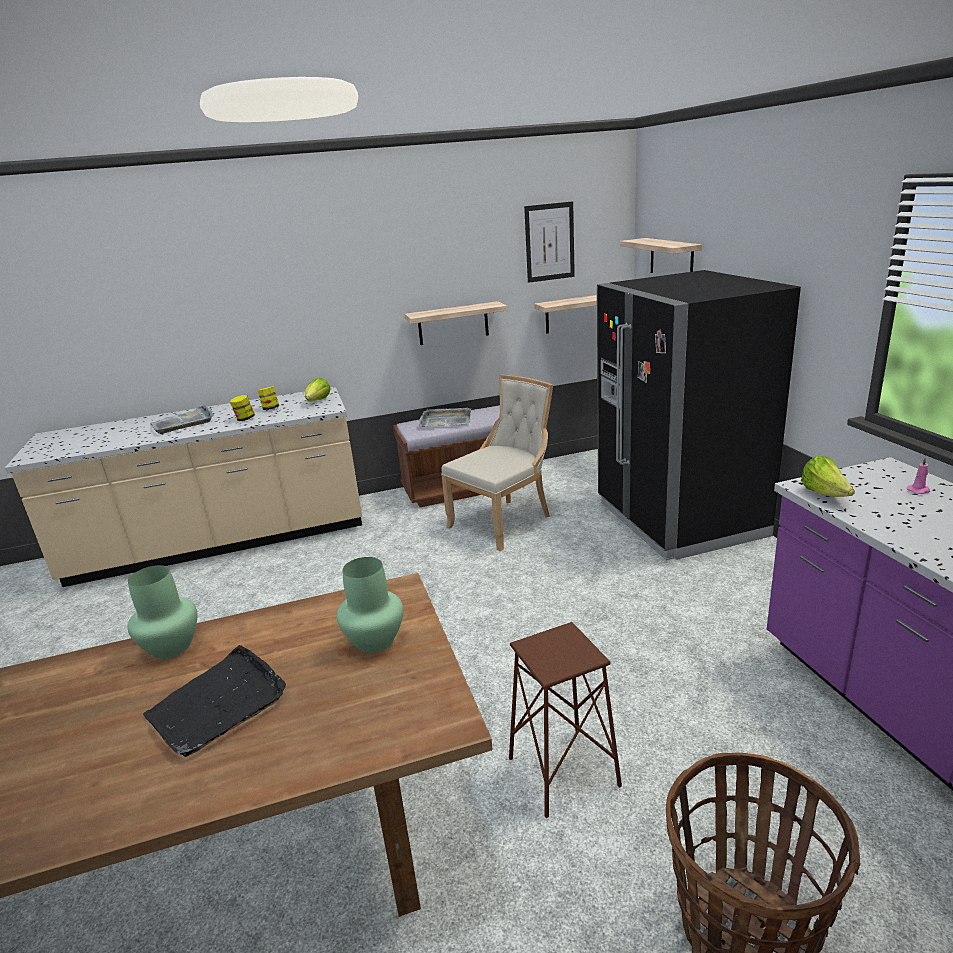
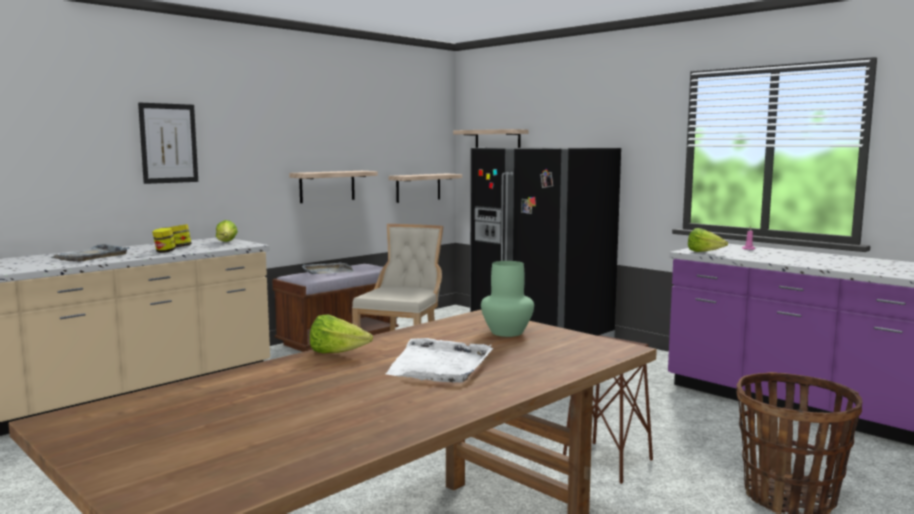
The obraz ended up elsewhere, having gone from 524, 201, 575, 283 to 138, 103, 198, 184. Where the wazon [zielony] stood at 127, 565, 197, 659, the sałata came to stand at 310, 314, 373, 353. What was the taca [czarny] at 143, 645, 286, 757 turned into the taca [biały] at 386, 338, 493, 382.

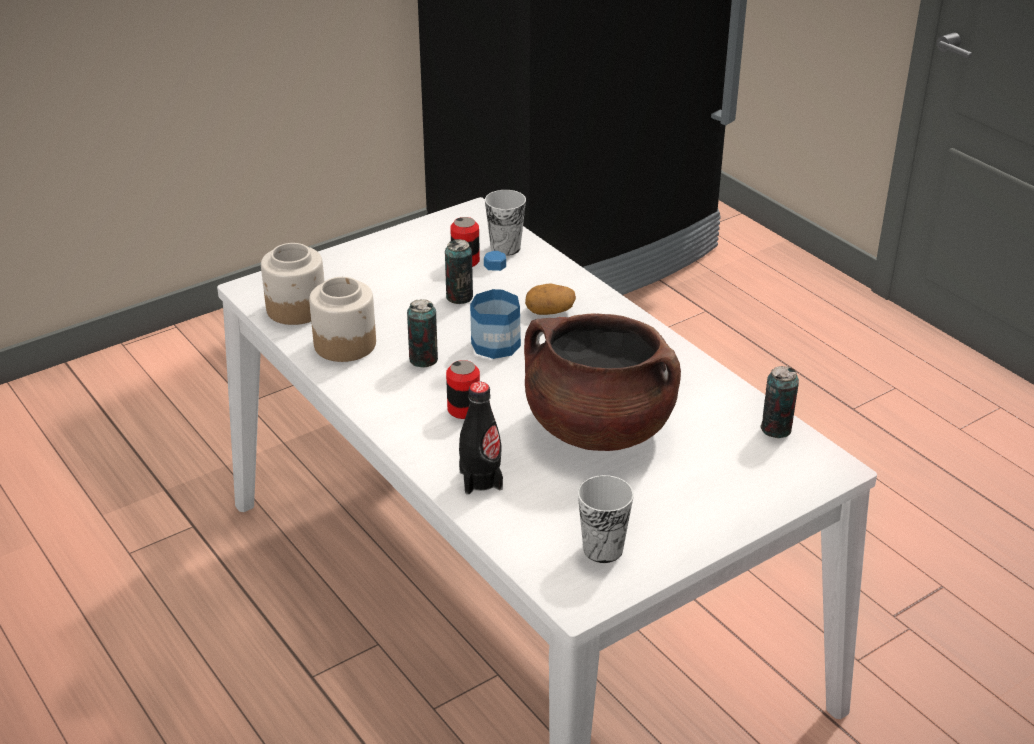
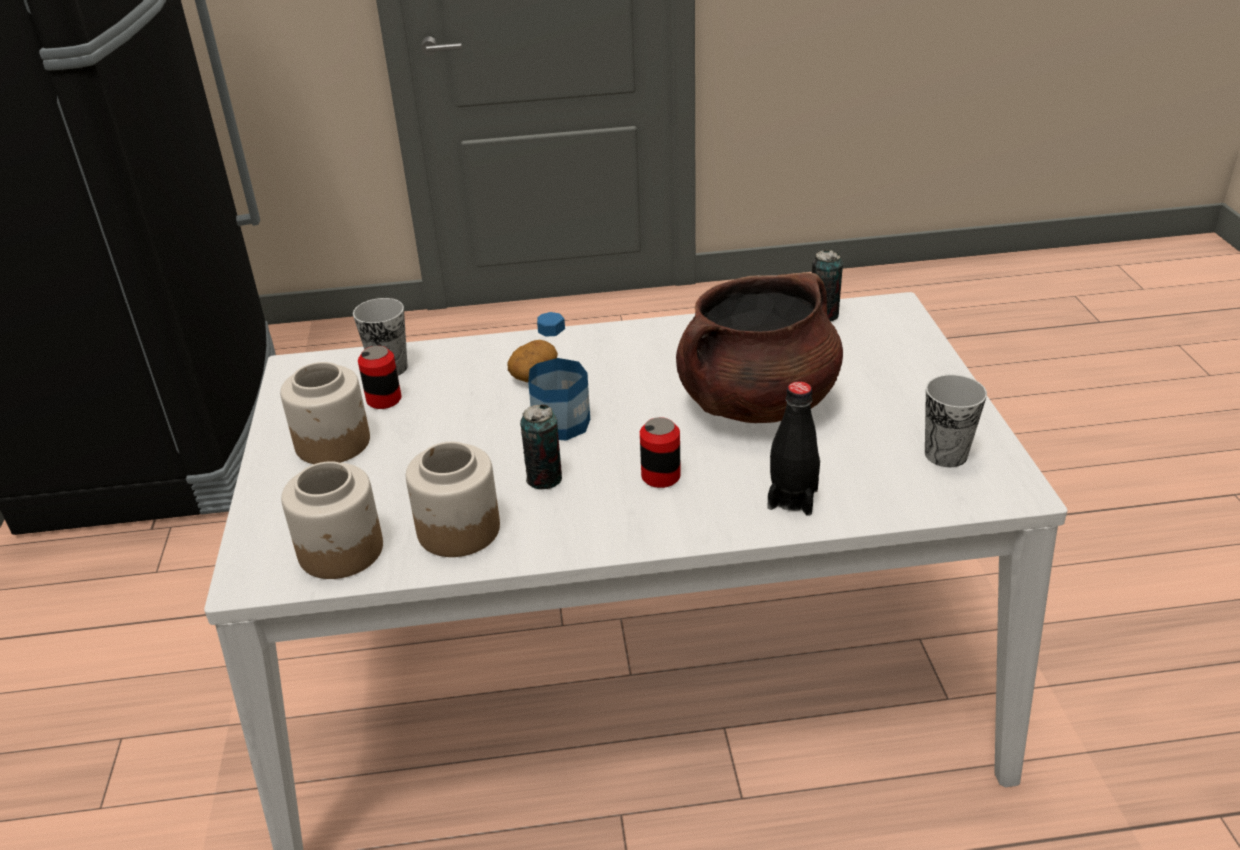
The second view lost the puszka at 445, 239, 473, 304. The second view gained the słoik at 280, 362, 370, 464.

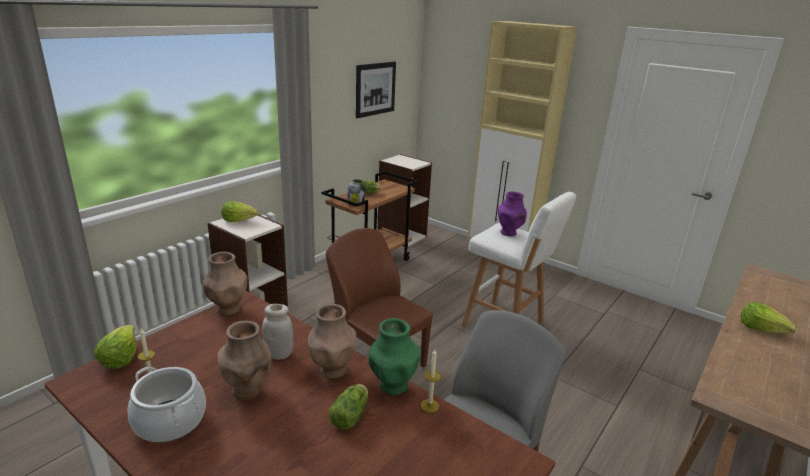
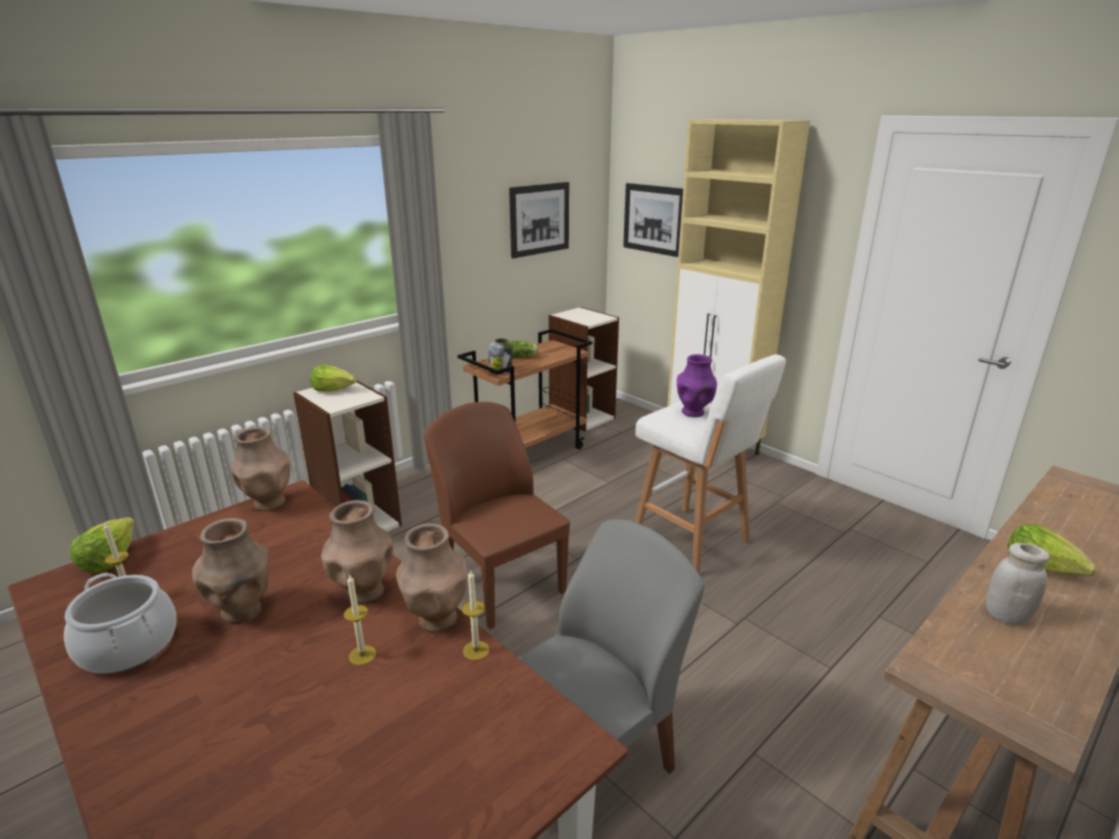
The słoik [biały] ended up elsewhere, having gone from 262, 304, 294, 360 to 986, 543, 1050, 625. What was the wazon [zielony] at 369, 318, 420, 395 turned into the wazon [brązowy] at 396, 523, 467, 632. Where the sałata stood at 329, 384, 368, 430, the świeca came to stand at 343, 574, 376, 665. The second view gained the obraz at 623, 183, 683, 257.

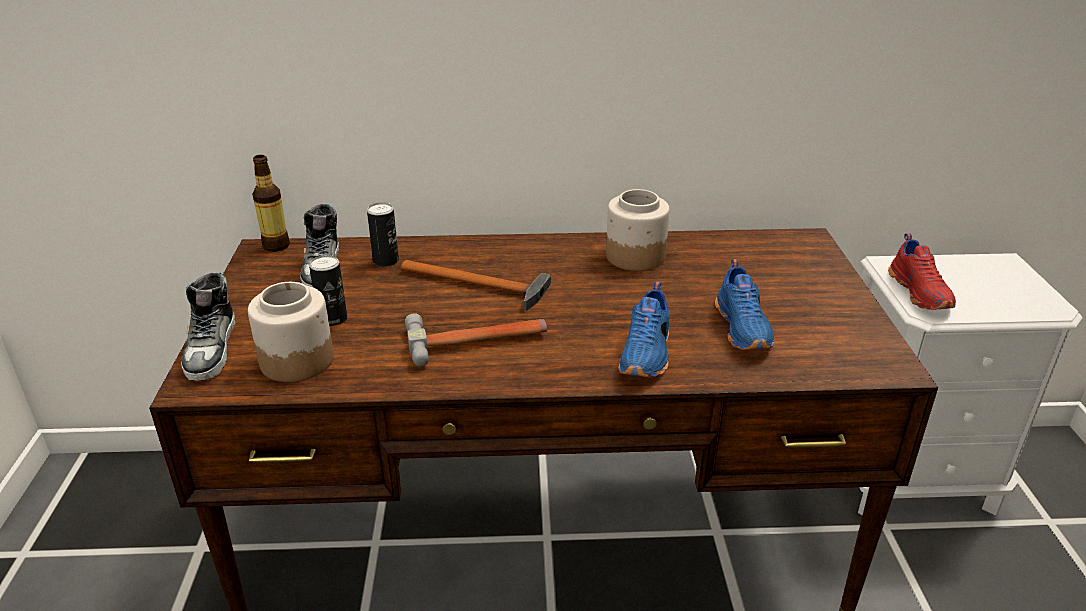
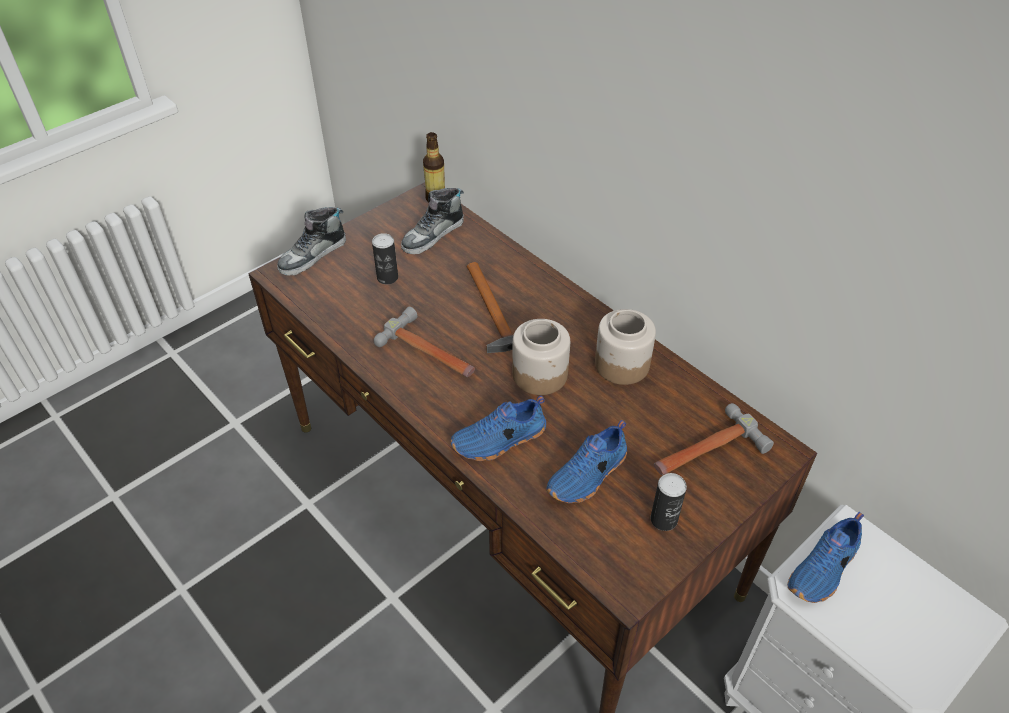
The puszka ended up elsewhere, having gone from 367, 202, 399, 267 to 651, 473, 687, 531. What was the but [czerwony] at 888, 233, 956, 310 turned into the but [niebieski] at 787, 512, 864, 603. The słoik ended up elsewhere, having gone from 248, 282, 334, 382 to 512, 319, 570, 395. The second view gained the młotek at 654, 403, 774, 475.

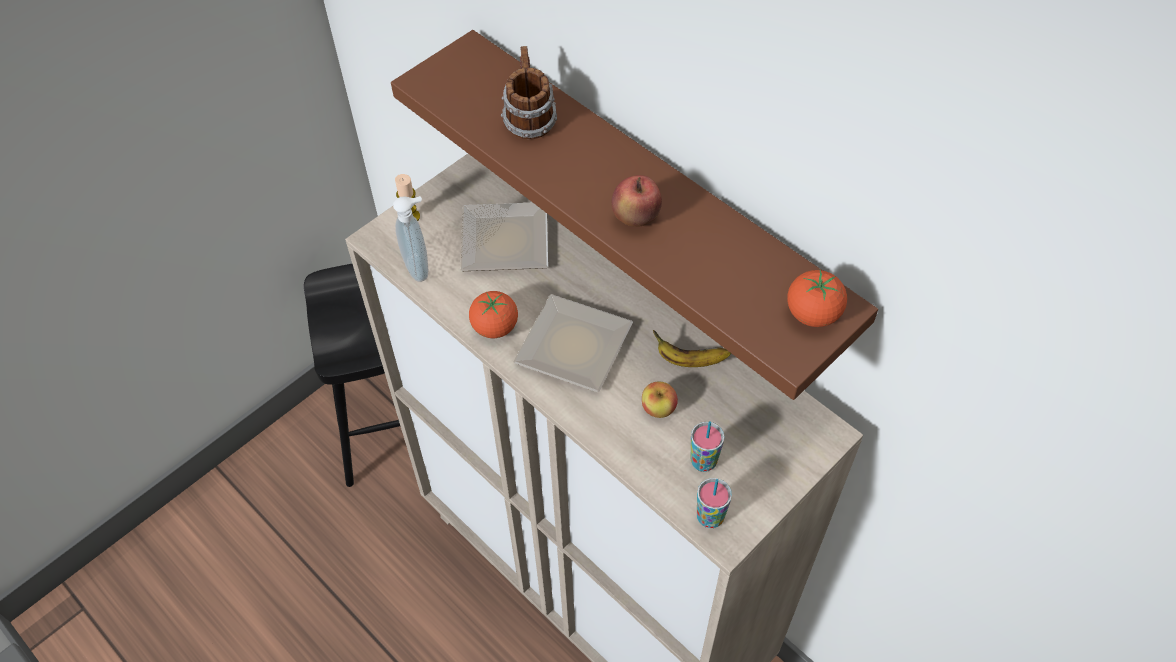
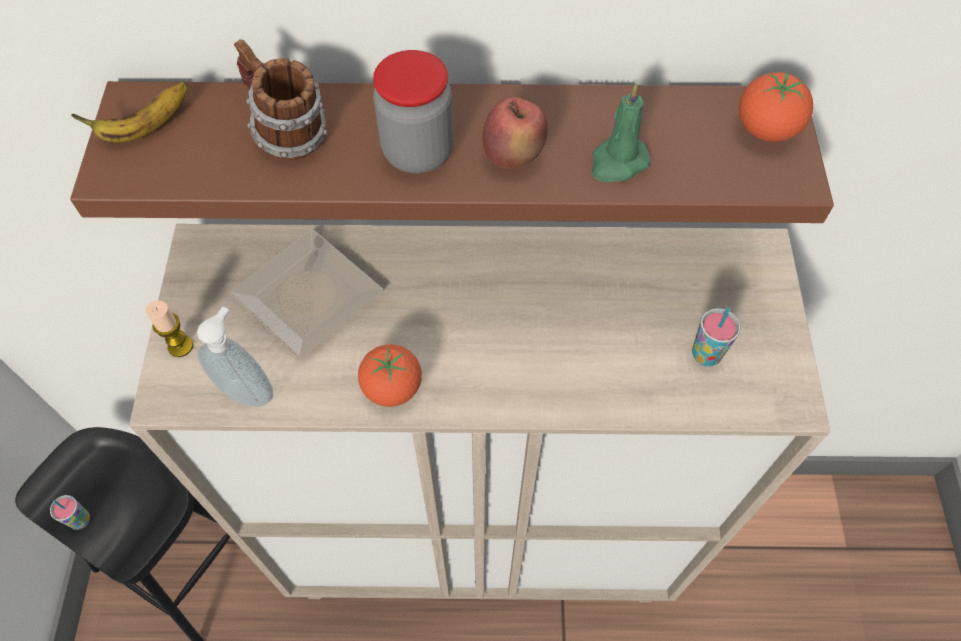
The second view lost the talerz at 513, 294, 633, 392. The banan ended up elsewhere, having gone from 653, 330, 731, 367 to 71, 81, 187, 143. The second view lost the jabłko at 642, 382, 678, 418. The filiżanka ended up elsewhere, having gone from 697, 478, 732, 528 to 50, 495, 90, 530. The second view gained the słoik at 373, 50, 453, 173. The second view gained the świeca [zielony] at 591, 83, 651, 182.

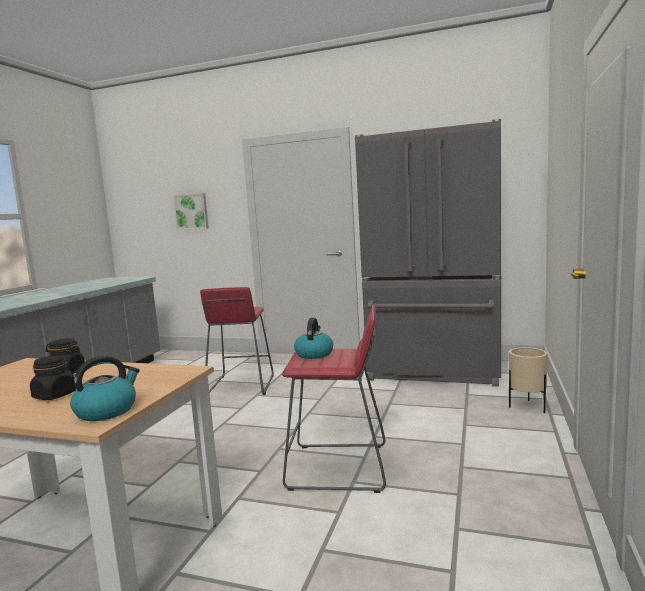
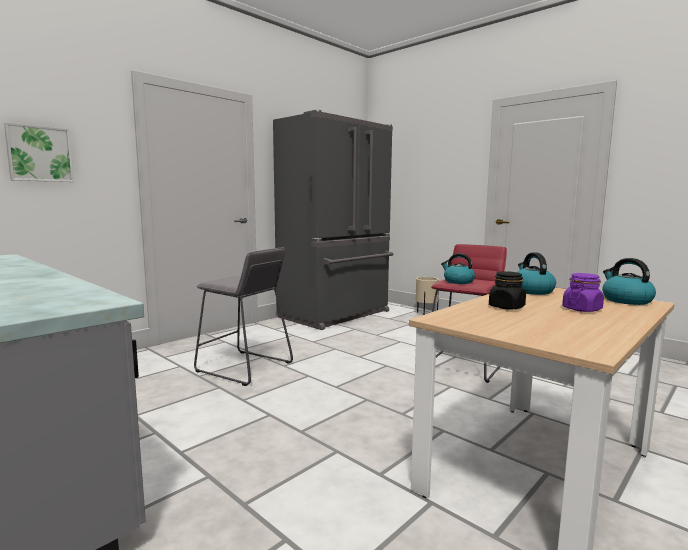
What was the stołek [czerwony] at 200, 287, 274, 395 turned into the stołek [szary] at 194, 248, 293, 386. What was the słoik [czarny] at 30, 355, 76, 400 turned into the słoik [fioletowy] at 562, 273, 604, 312. The second view gained the czajnik at 517, 252, 556, 295.

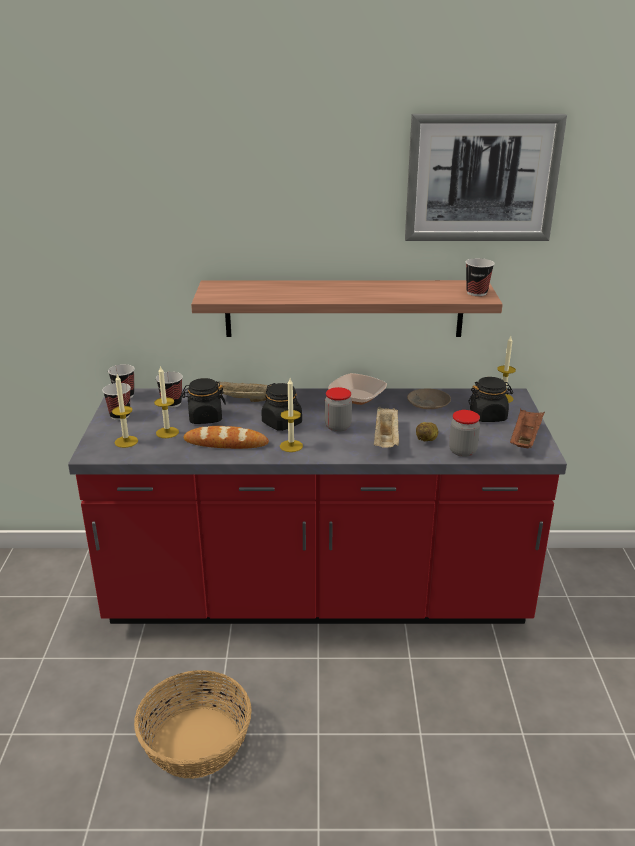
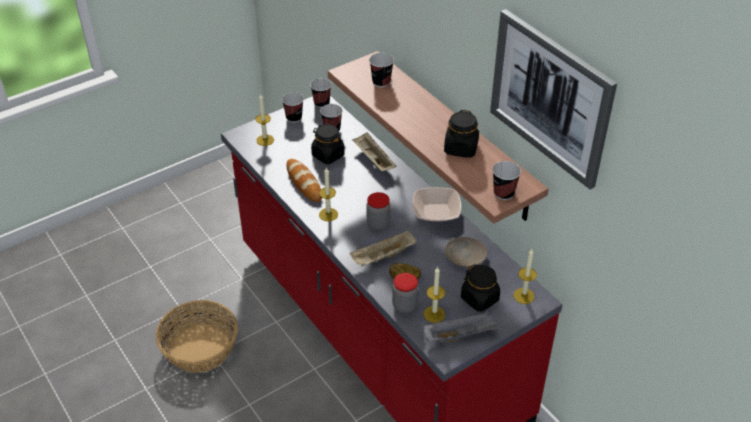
The świeca ended up elsewhere, having gone from 154, 365, 179, 438 to 424, 267, 445, 323. The słoik [czarny] ended up elsewhere, having gone from 261, 383, 302, 431 to 444, 110, 479, 158. What was the taca [brązowy] at 510, 409, 545, 448 turned into the taca [szary] at 423, 311, 499, 342. The second view gained the filiżanka at 369, 53, 394, 87.

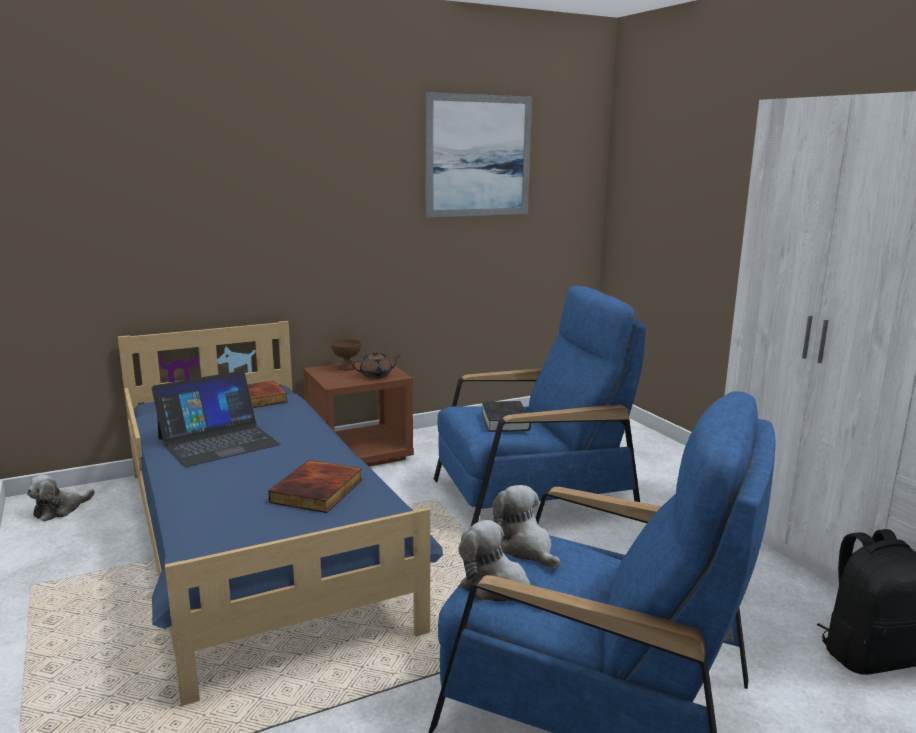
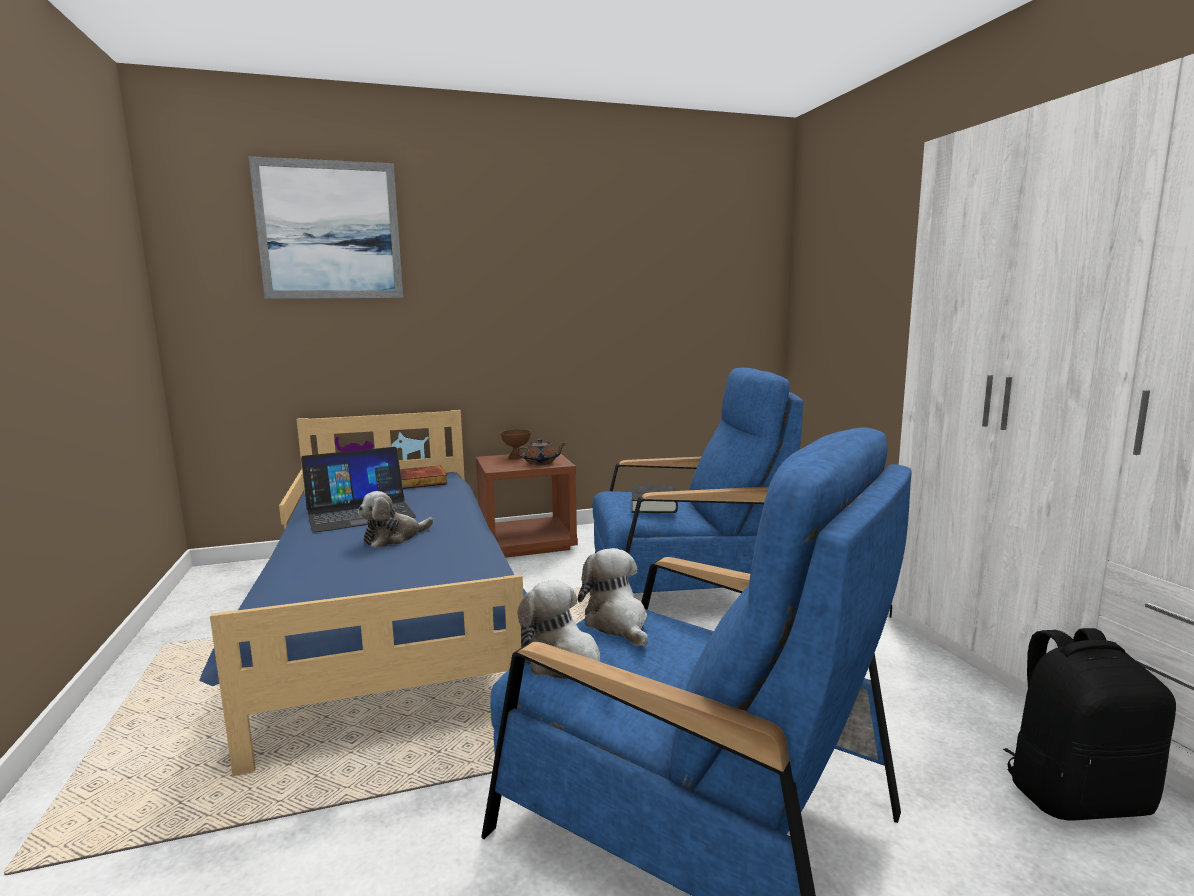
The obraz ended up elsewhere, having gone from 425, 92, 532, 218 to 249, 156, 403, 299. The second view lost the książka at 268, 460, 363, 513. The pluszak ended up elsewhere, having gone from 27, 475, 95, 521 to 358, 491, 433, 548.

